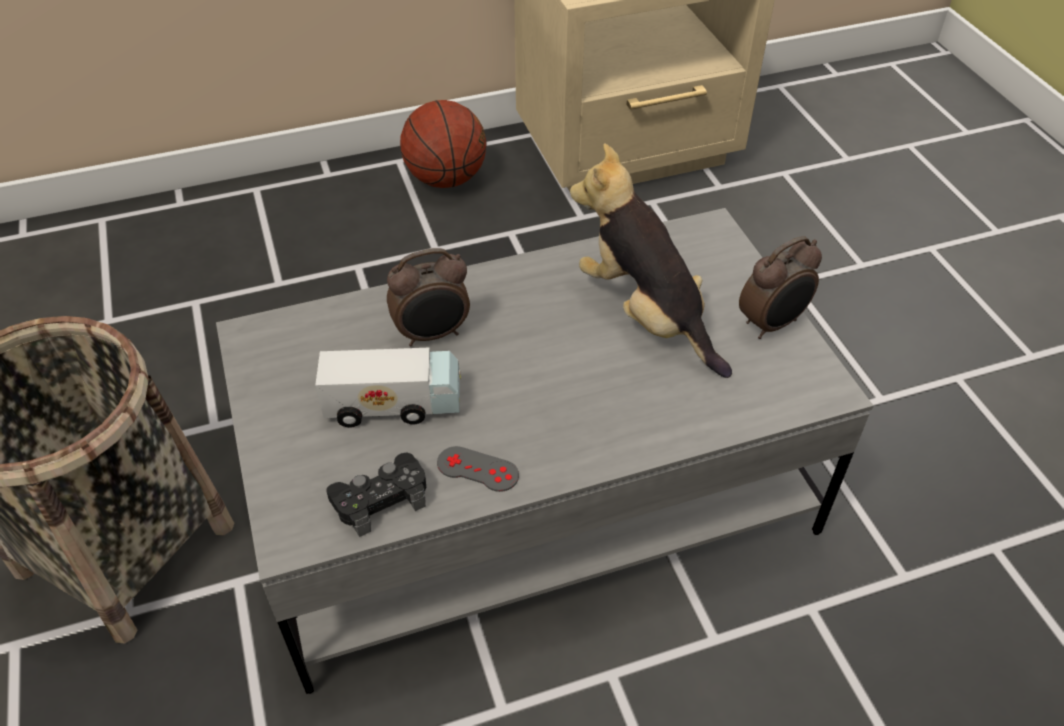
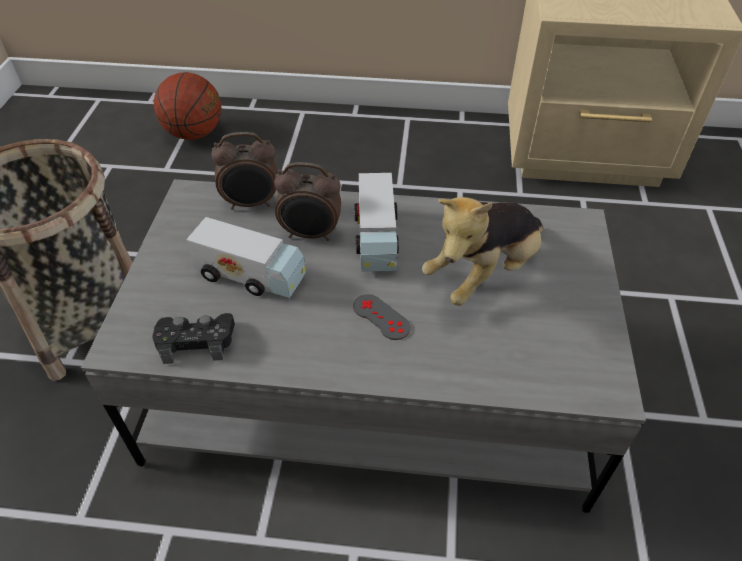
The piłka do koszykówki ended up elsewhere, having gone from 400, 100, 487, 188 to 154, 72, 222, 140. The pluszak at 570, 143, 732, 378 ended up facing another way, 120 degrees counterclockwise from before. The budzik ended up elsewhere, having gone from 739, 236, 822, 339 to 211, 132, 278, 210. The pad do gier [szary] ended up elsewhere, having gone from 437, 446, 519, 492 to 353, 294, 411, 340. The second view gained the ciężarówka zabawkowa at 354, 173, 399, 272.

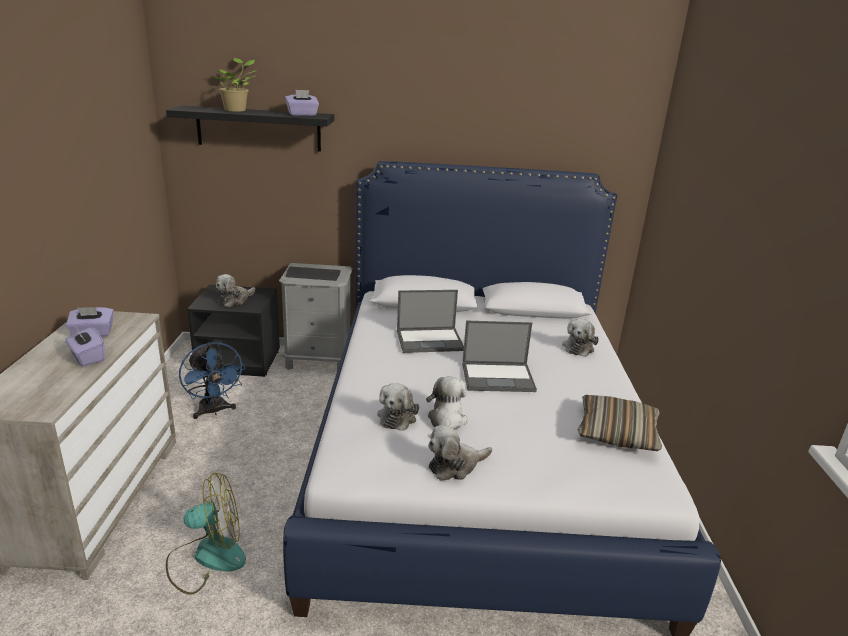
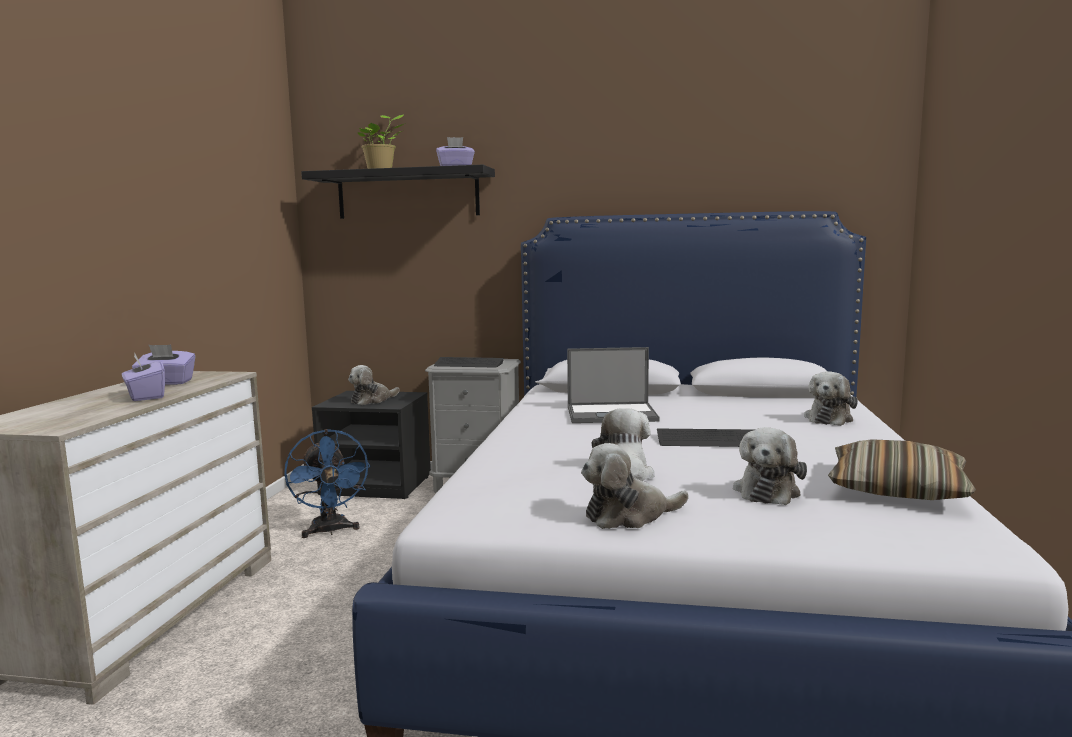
Where the laptop stood at 462, 320, 537, 392, the klawiatura came to stand at 657, 429, 754, 447. The pluszak ended up elsewhere, having gone from 377, 383, 419, 431 to 733, 427, 807, 505. The second view lost the wentylator at 166, 472, 246, 595.

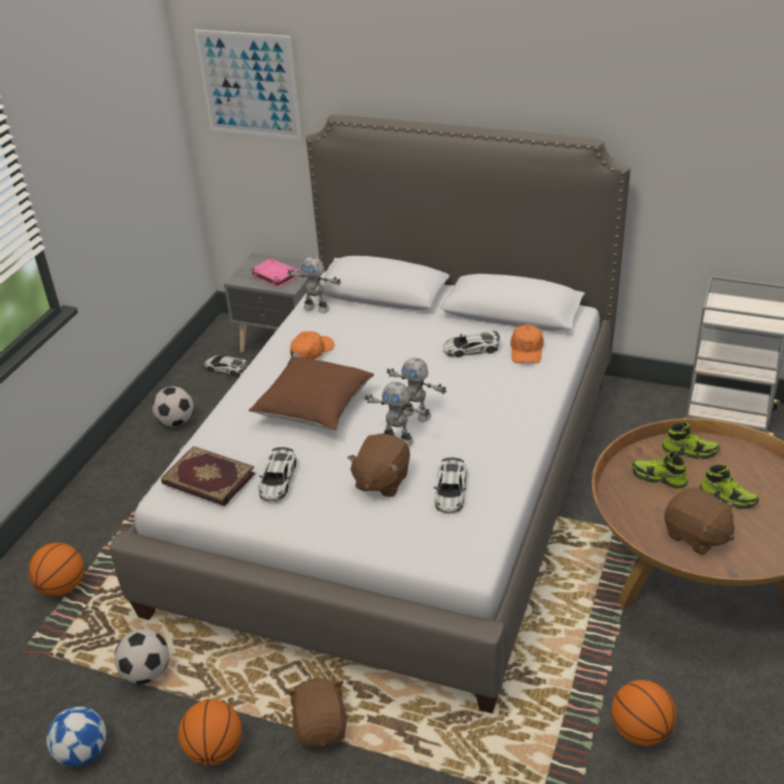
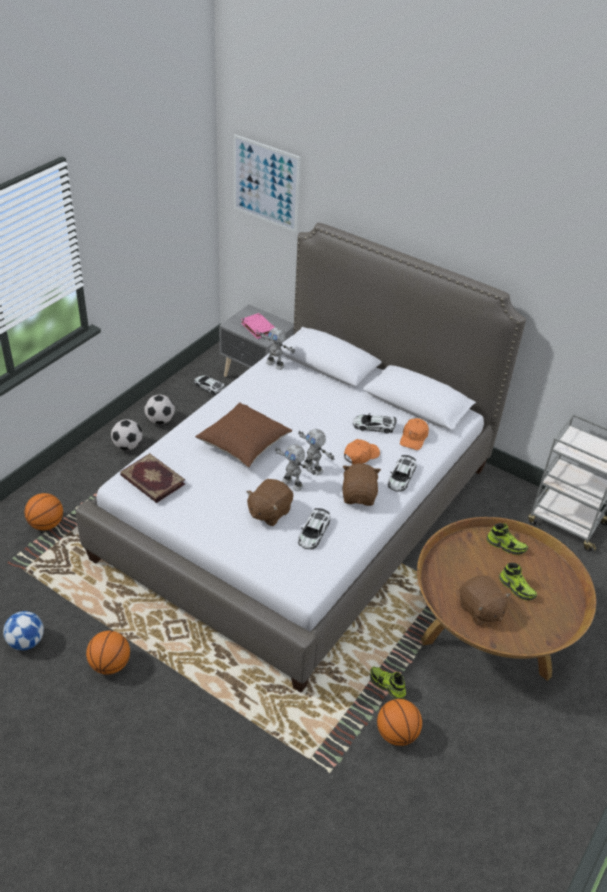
The czapka z daszkiem [pomarańczowy] ended up elsewhere, having gone from 290, 331, 335, 359 to 344, 439, 380, 464. The samochodzik ended up elsewhere, having gone from 258, 447, 296, 501 to 388, 455, 416, 492. The but ended up elsewhere, having gone from 632, 452, 688, 490 to 370, 666, 406, 699. The piłka futbolowa ended up elsewhere, having gone from 114, 629, 169, 684 to 111, 419, 143, 450. The pluszak [brązowy] ended up elsewhere, having gone from 286, 678, 347, 747 to 342, 463, 381, 506.

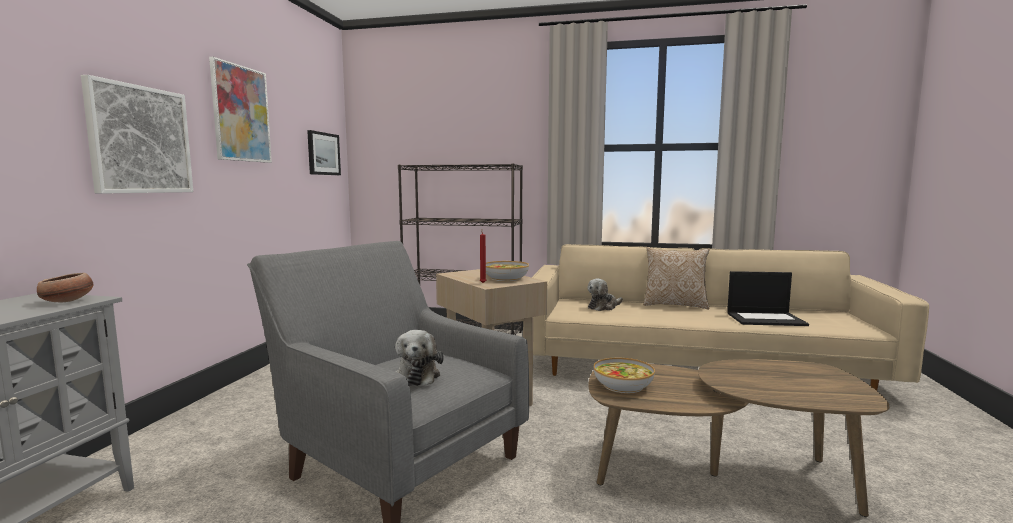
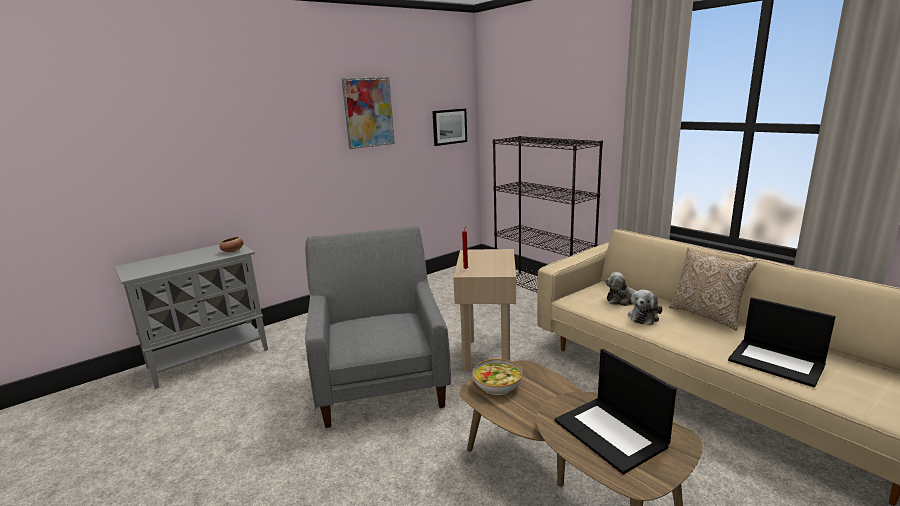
The second view lost the obraz at 81, 75, 193, 194. The second view lost the miska at 486, 261, 529, 281. The pluszak ended up elsewhere, having gone from 395, 330, 444, 386 to 628, 290, 663, 325. The second view gained the laptop at 555, 349, 677, 475.

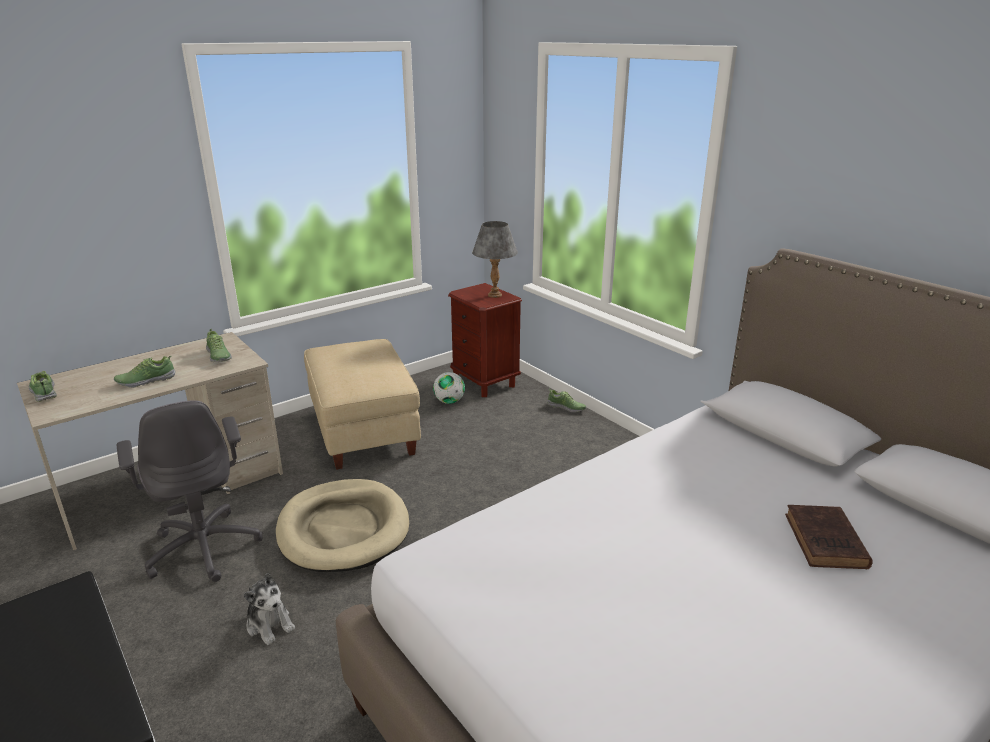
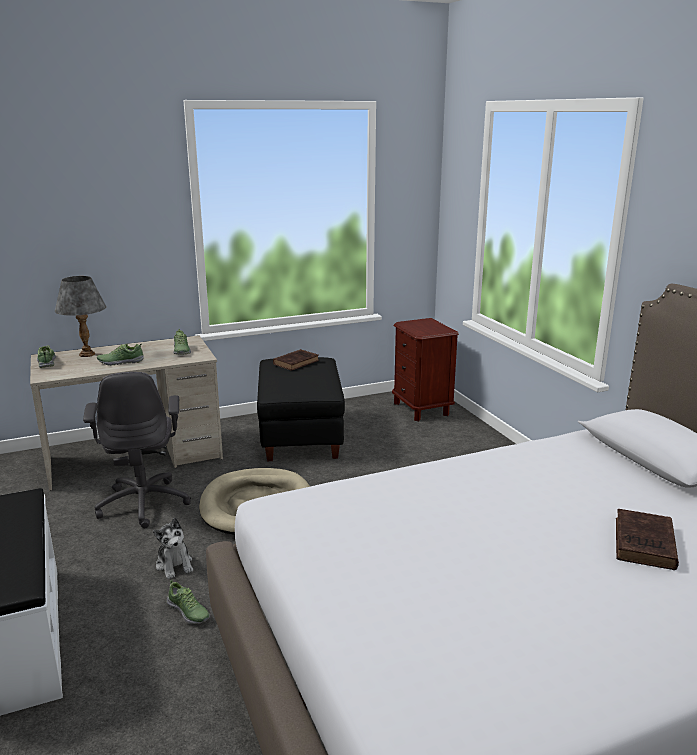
The lampa stołowa [szary] ended up elsewhere, having gone from 472, 221, 518, 298 to 55, 276, 106, 357. What was the pufa [beżowy] at 304, 339, 421, 470 turned into the pufa [czarny] at 257, 357, 345, 461. The second view lost the piłka futbolowa at 433, 372, 465, 404. The but ended up elsewhere, having gone from 547, 389, 586, 412 to 167, 580, 210, 624. The second view gained the książka [brązowy] at 273, 349, 319, 371.

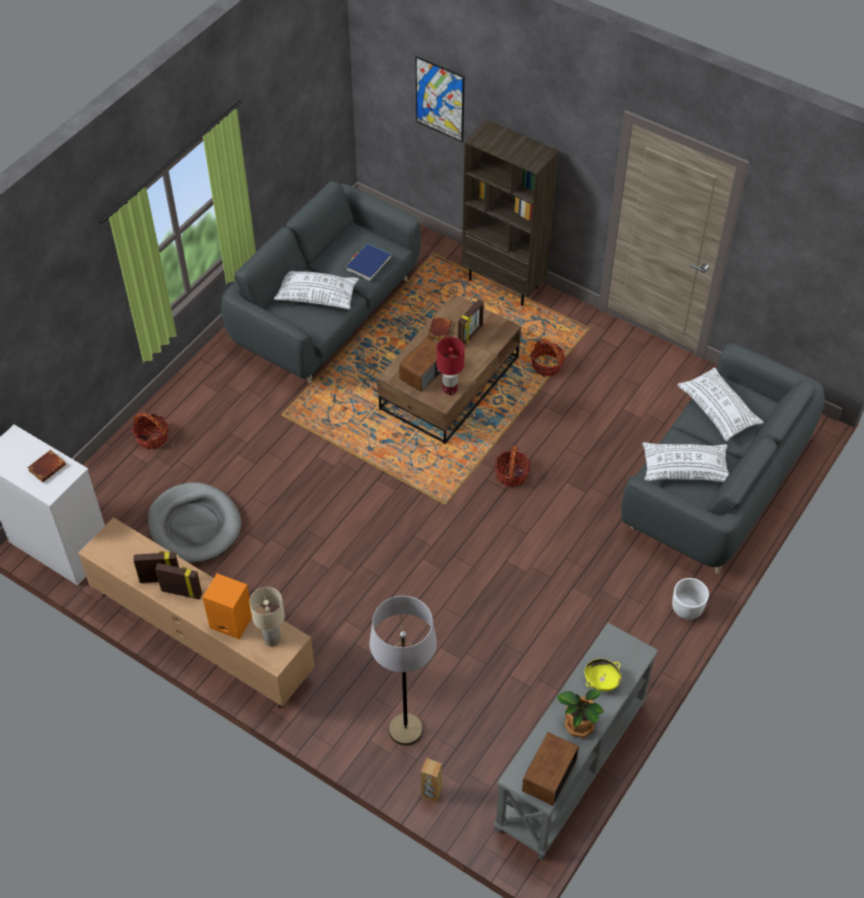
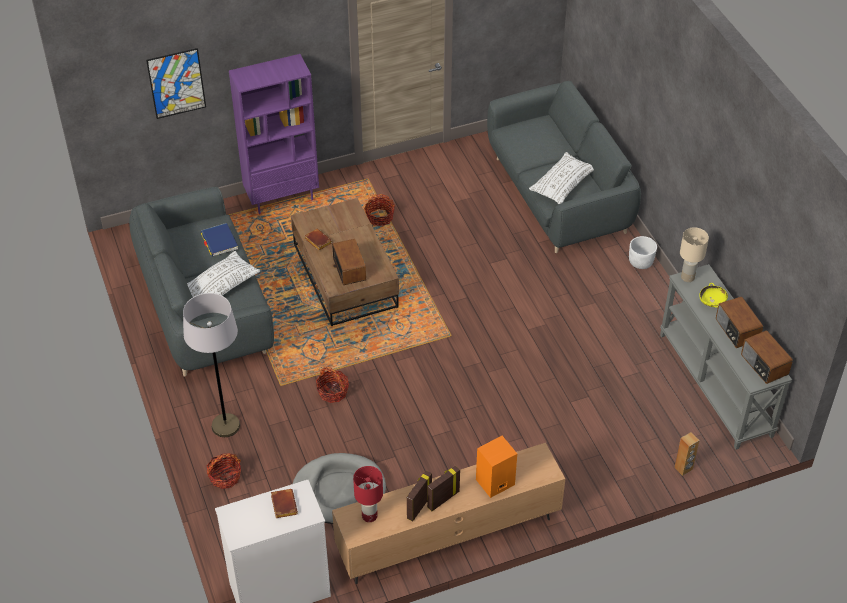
What was the regał [brązowy] at 462, 119, 559, 306 turned into the regał [fioletowy] at 229, 54, 319, 214. The second view lost the ramka na zdjęcie at 458, 299, 484, 345. The lampa stołowa [czerwony] ended up elsewhere, having gone from 437, 337, 465, 395 to 353, 466, 383, 522. The second view lost the poduszka [biały] at 677, 367, 764, 441. The koszyk ended up elsewhere, having gone from 494, 446, 530, 487 to 316, 367, 349, 403. The lampa stołowa [beżowy] ended up elsewhere, having gone from 249, 587, 285, 646 to 680, 227, 709, 282. The lampa stojąca [szary] ended up elsewhere, having gone from 369, 596, 437, 746 to 183, 293, 240, 437. Where the roślina doniczkowa stood at 557, 689, 604, 738, the radio came to stand at 716, 297, 763, 348.

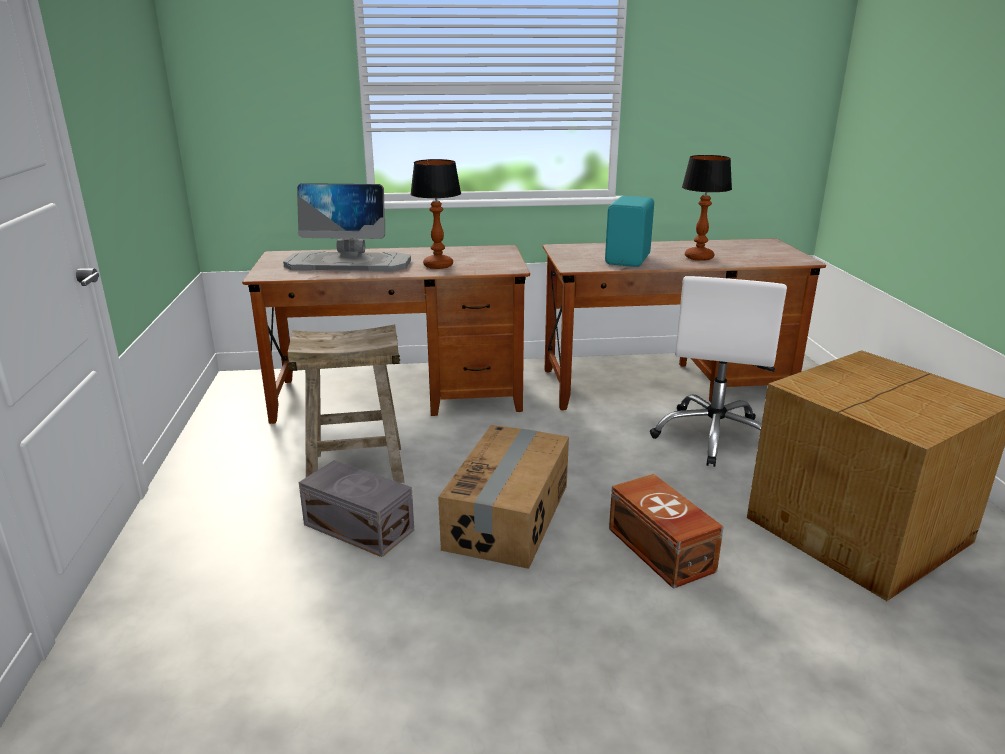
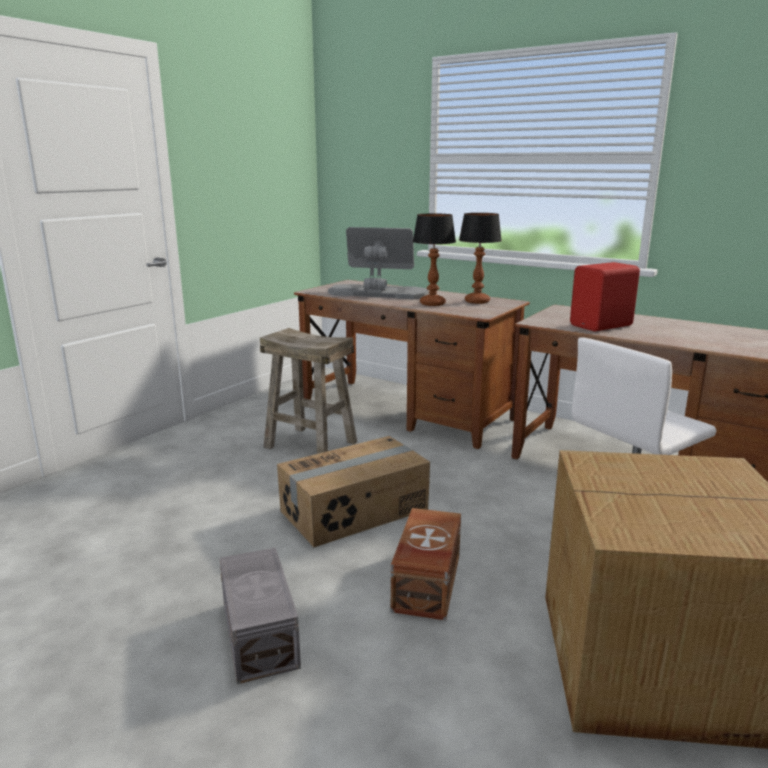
The lampa stołowa ended up elsewhere, having gone from 682, 155, 732, 261 to 459, 213, 502, 304. The monitor at 283, 183, 411, 272 ended up facing another way, 150 degrees clockwise from before. What was the głośnik [turkusowy] at 605, 196, 654, 267 turned into the głośnik [czerwony] at 570, 262, 640, 331. The pojemnik do przechowywania [szary] ended up elsewhere, having gone from 299, 460, 414, 557 to 220, 548, 301, 684.

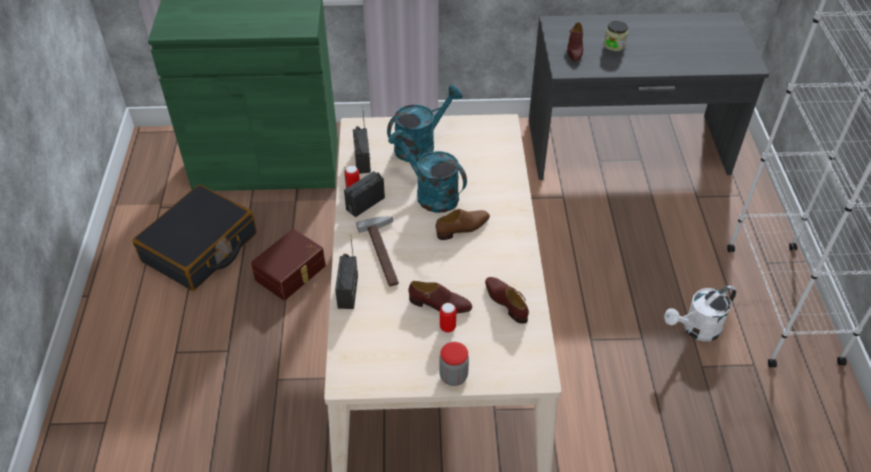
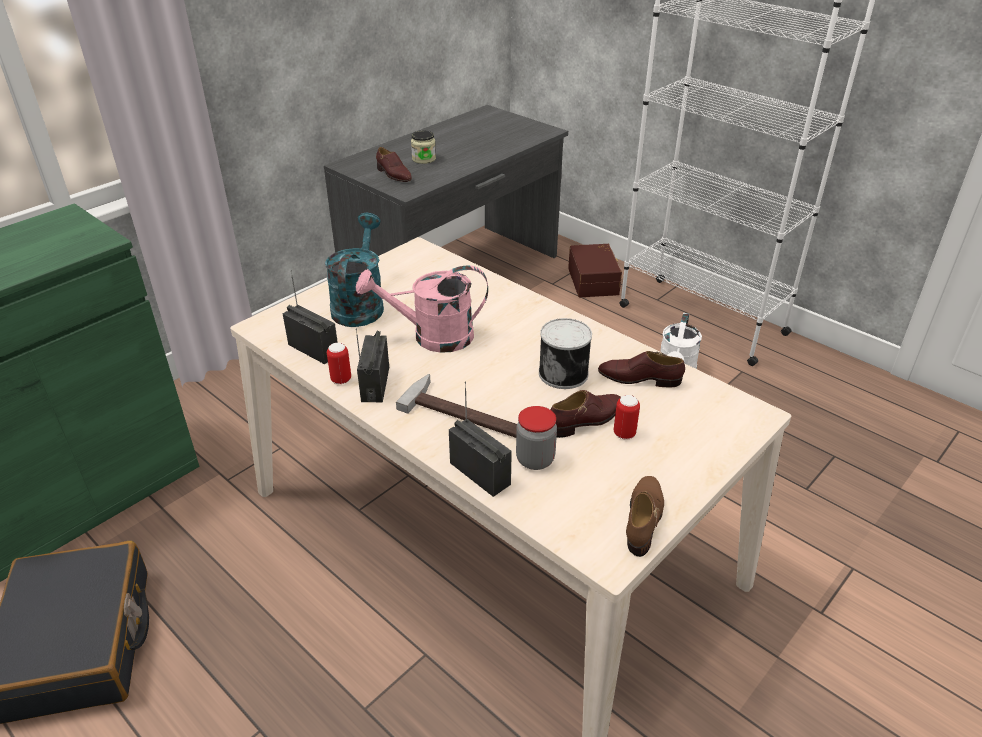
What was the konewka [turkusowy] at 388, 129, 467, 213 turned into the konewka [różowy] at 356, 265, 488, 353. The but [brązowy] ended up elsewhere, having gone from 436, 209, 490, 240 to 626, 476, 664, 557. The pojemnik do przechowywania [brązowy] ended up elsewhere, having gone from 251, 229, 326, 301 to 568, 244, 622, 297. The słoik ended up elsewhere, having gone from 439, 342, 469, 386 to 516, 406, 557, 470. The second view gained the puszka at 539, 318, 592, 389.

